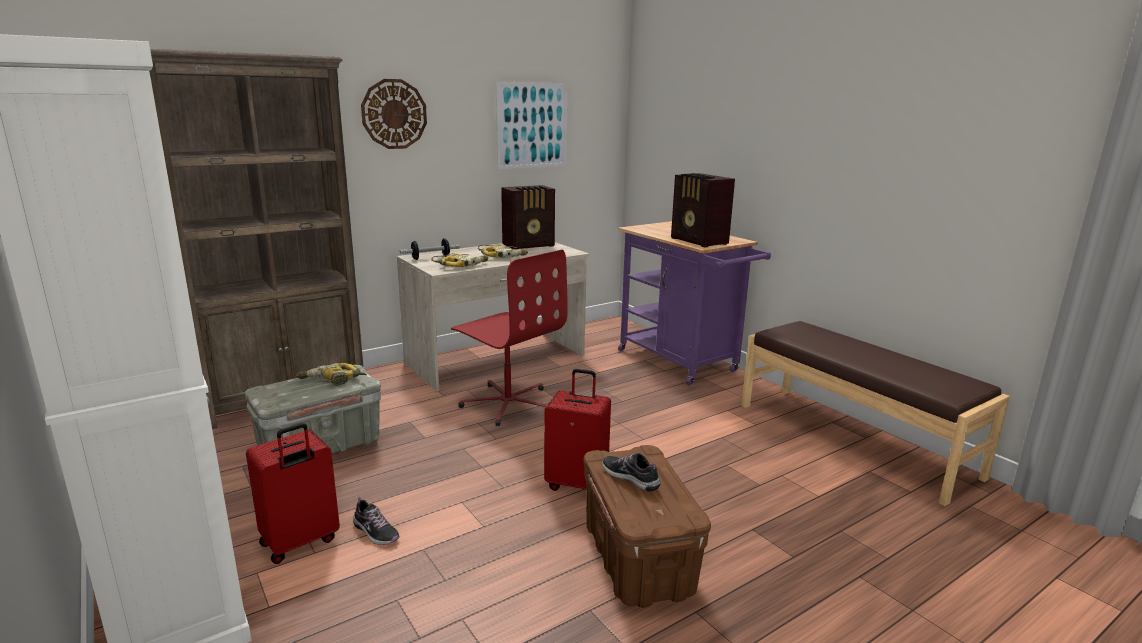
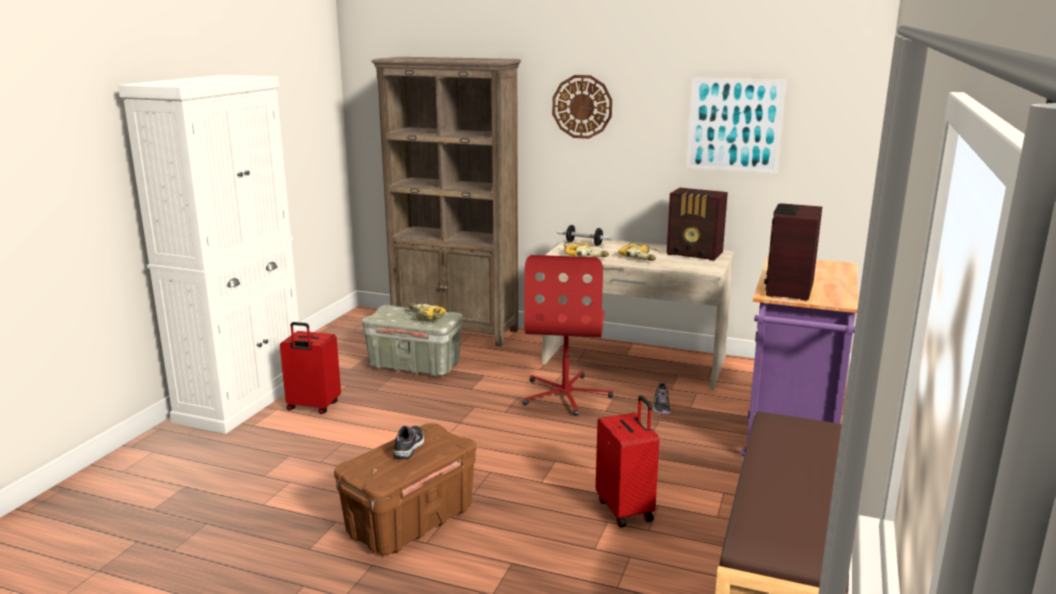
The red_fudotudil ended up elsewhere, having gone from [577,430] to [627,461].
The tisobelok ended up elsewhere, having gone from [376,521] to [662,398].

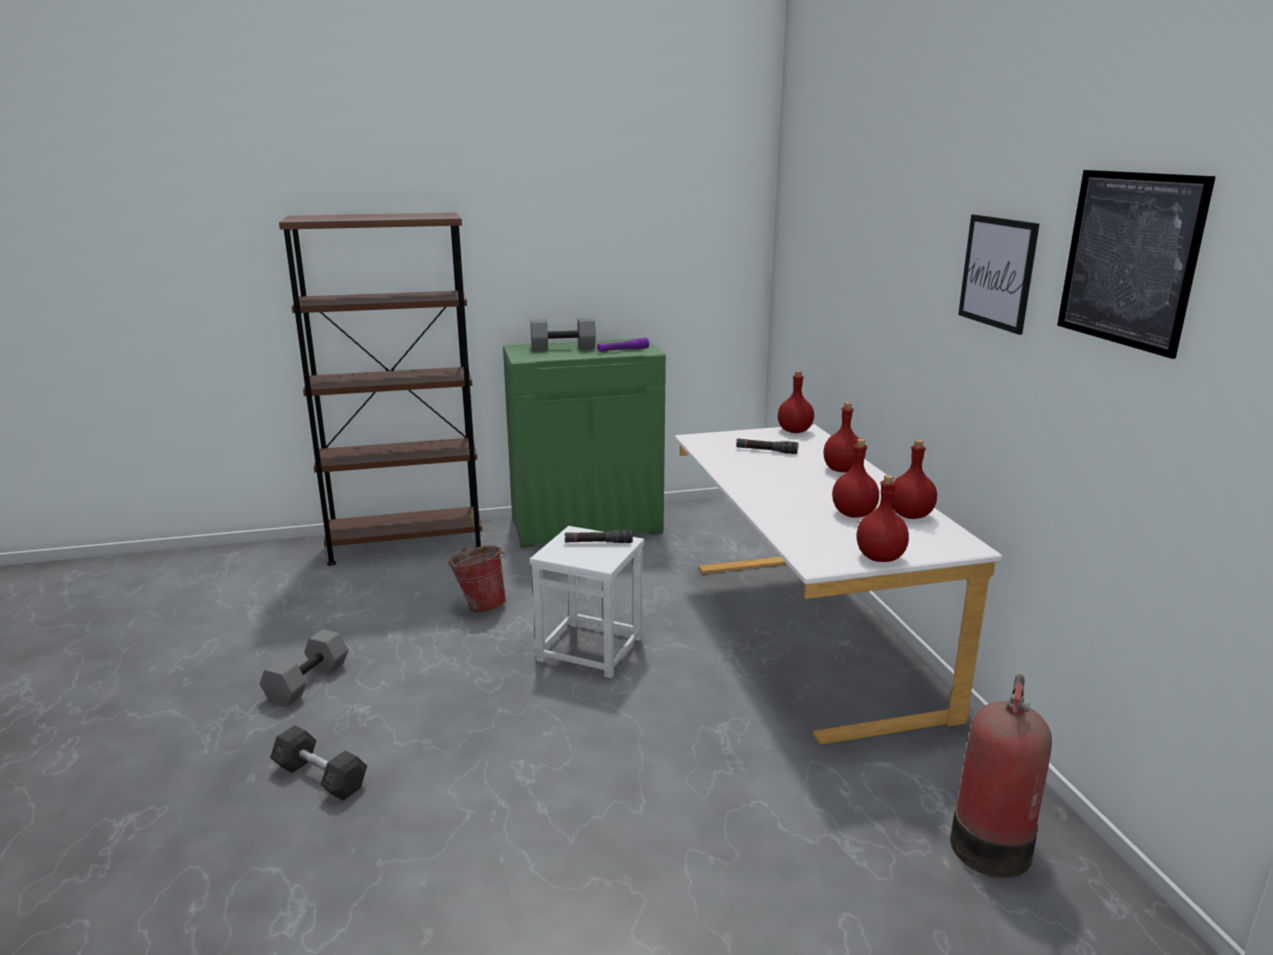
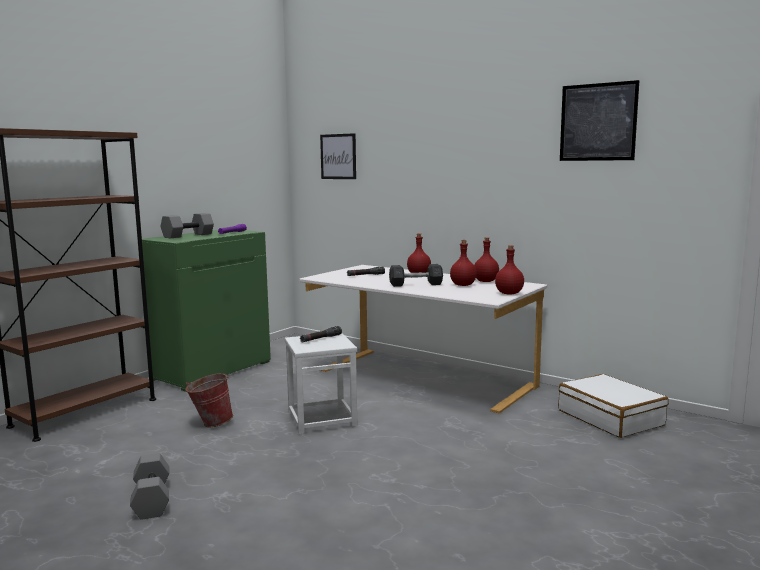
The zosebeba ended up elsewhere, having gone from [998,275] to [338,156].
The second view lost the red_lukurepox at [796,402].
Where the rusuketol stood at [1001,776], the white_fudotudil came to stand at [613,406].
The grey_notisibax ended up elsewhere, having gone from [318,763] to [416,275].

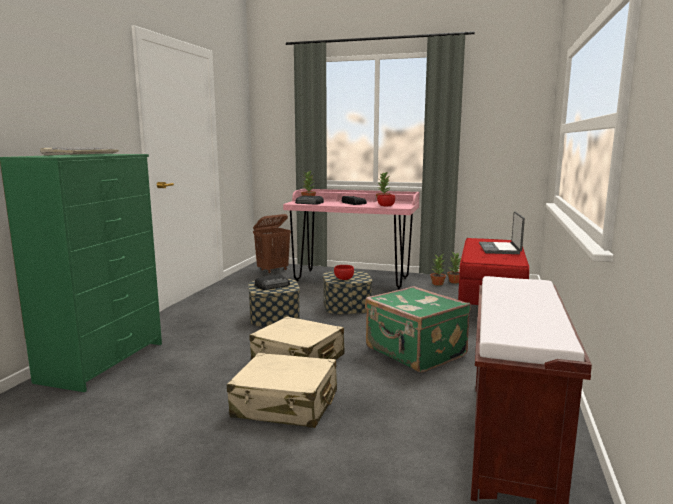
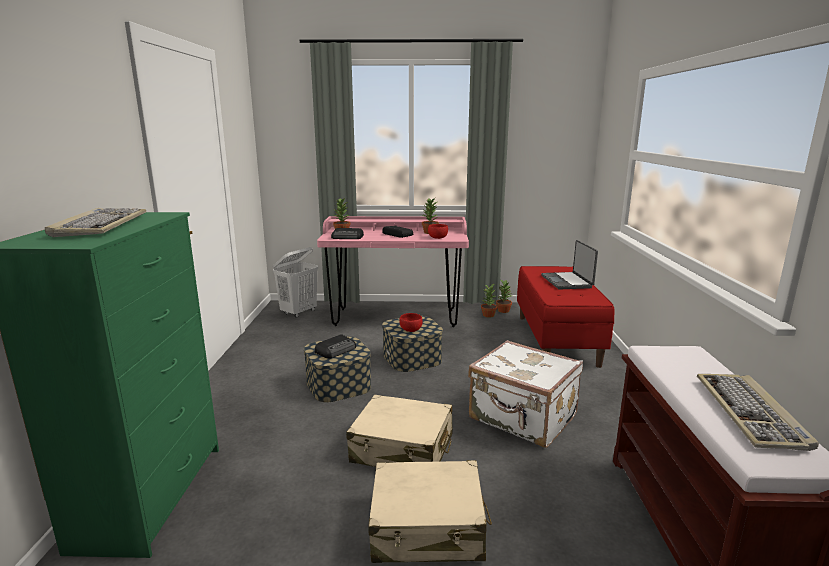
What was the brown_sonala at [272,244] turned into the white_sonala at [295,282].
What was the green_fudotudil at [418,329] turned into the white_fudotudil at [525,394].
The second view gained the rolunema at [758,412].

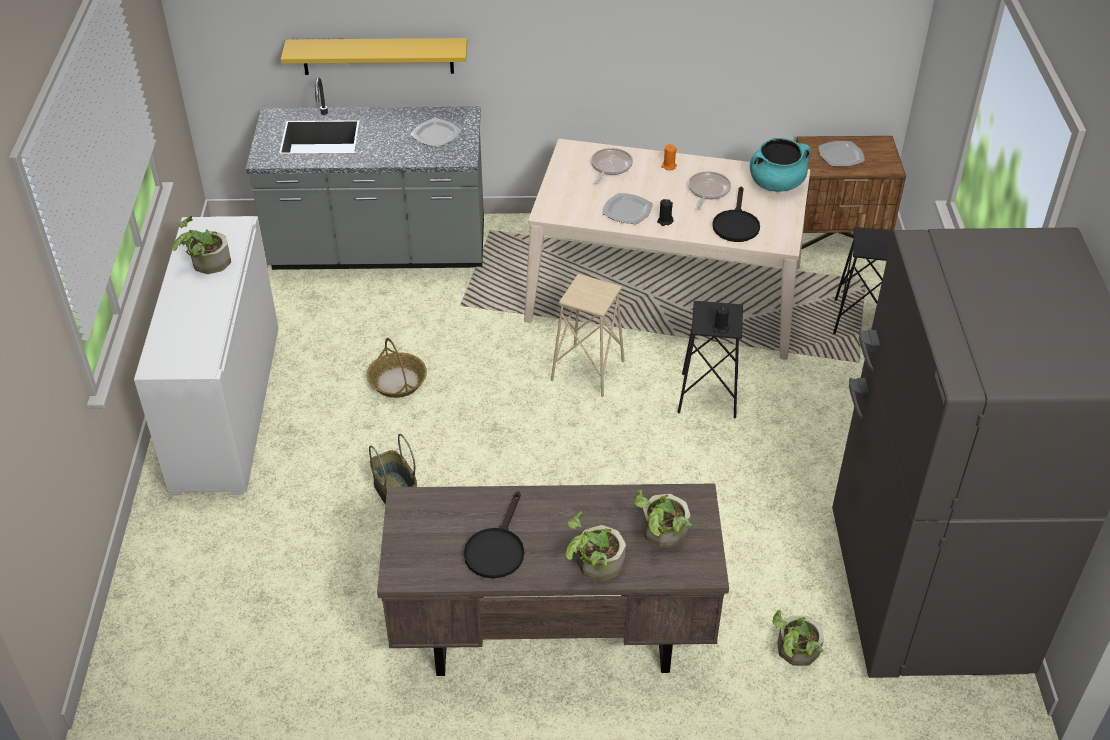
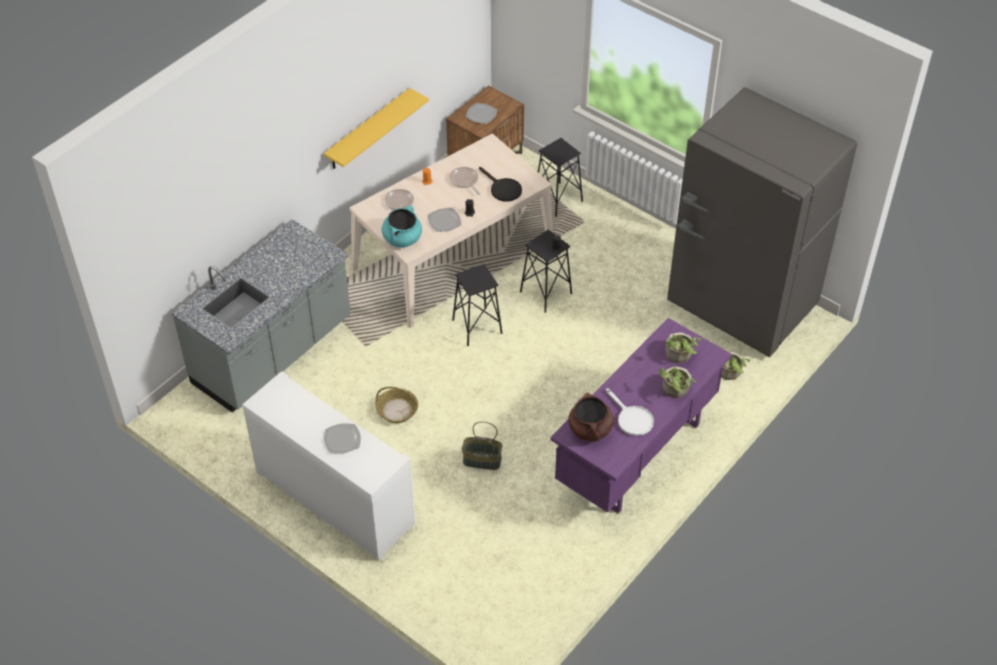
The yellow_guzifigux ended up elsewhere, having gone from [374,56] to [376,128].
The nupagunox ended up elsewhere, having gone from [436,132] to [342,438].
The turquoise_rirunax ended up elsewhere, having gone from [780,165] to [402,226].
The second view lost the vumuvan at [201,245].
What was the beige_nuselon at [587,335] turned into the black_nuselon at [477,305].
What was the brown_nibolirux at [553,579] turned into the purple_nibolirux at [641,416].
What was the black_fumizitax at [494,534] turned into the white_fumizitax at [630,412].
The second view gained the brown_rirunax at [591,417].

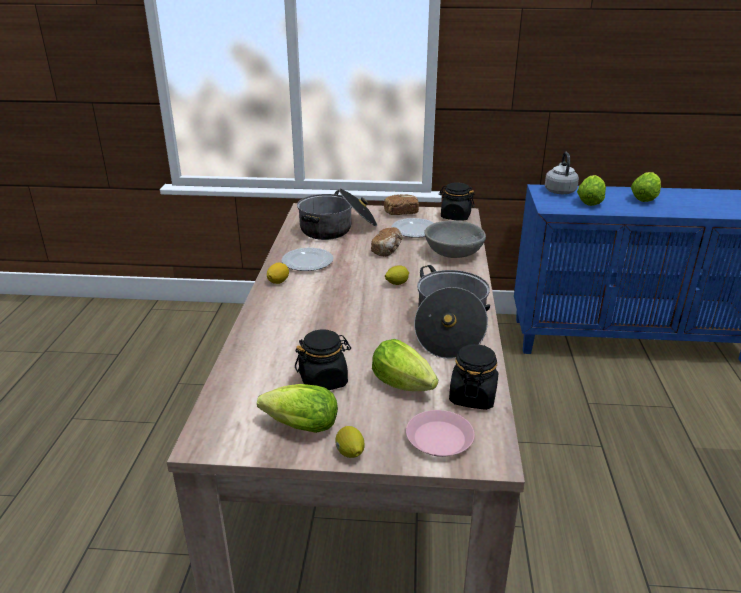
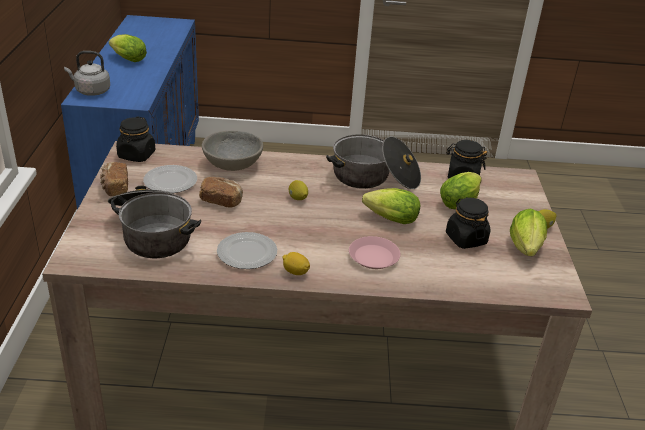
The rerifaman ended up elsewhere, having gone from [591,190] to [391,206].
The pink_nupagunox ended up elsewhere, having gone from [440,433] to [374,252].

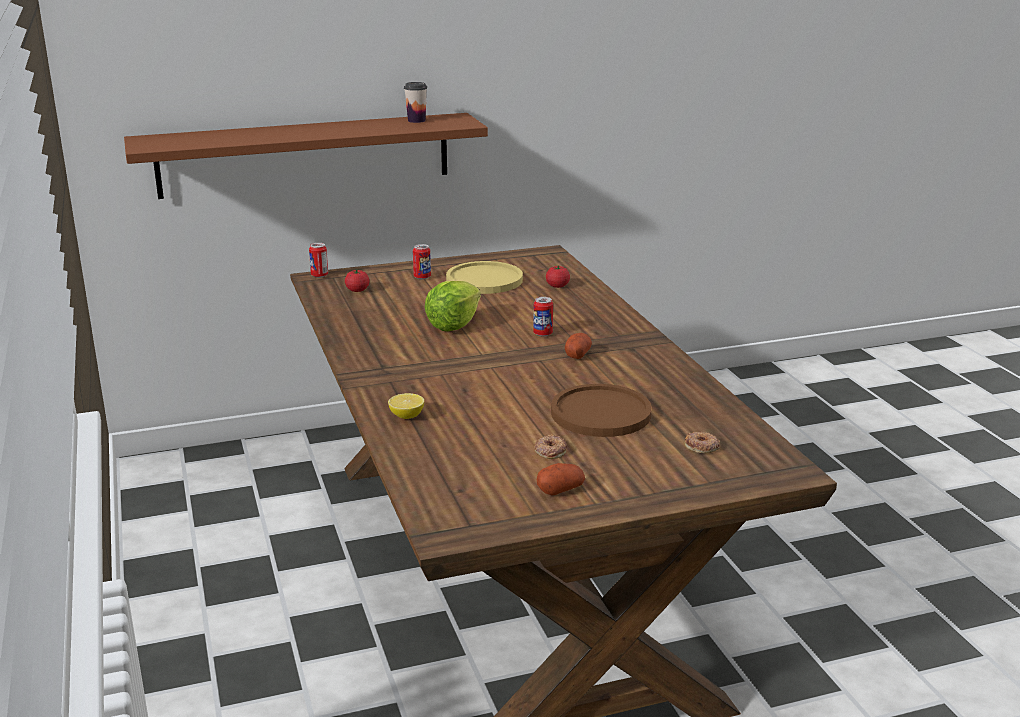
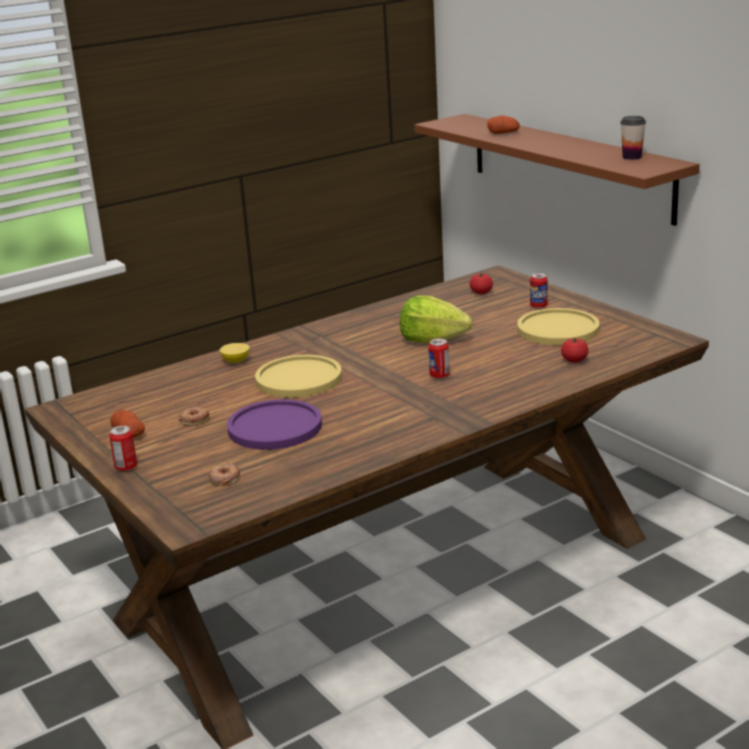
The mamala ended up elsewhere, having gone from [318,260] to [123,448].
The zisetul ended up elsewhere, having gone from [578,346] to [503,124].
What was the brown_nupagunox at [601,410] turned into the purple_nupagunox at [274,424].
The second view gained the yellow_nupagunox at [298,376].

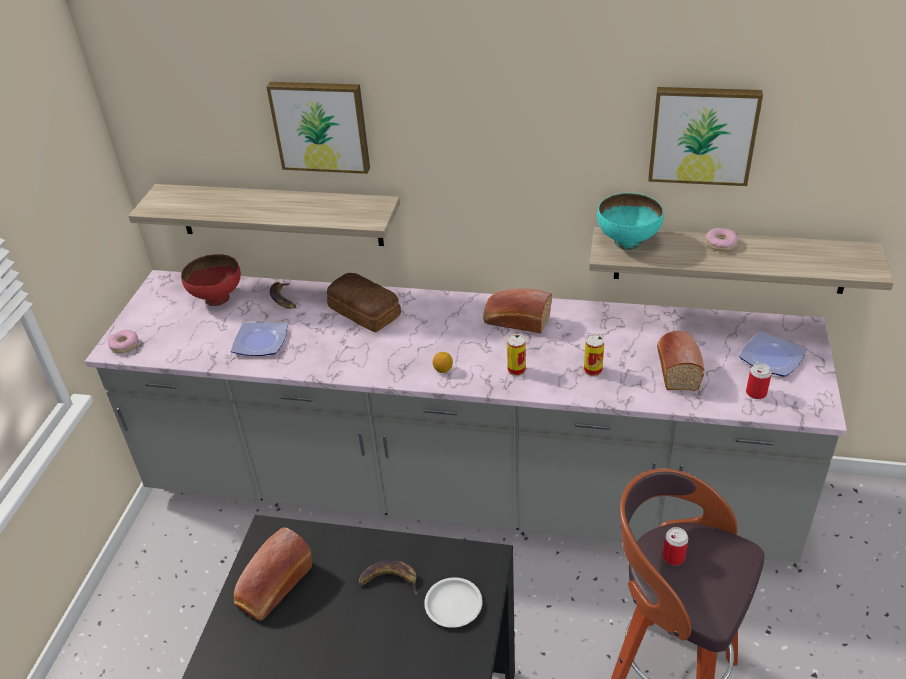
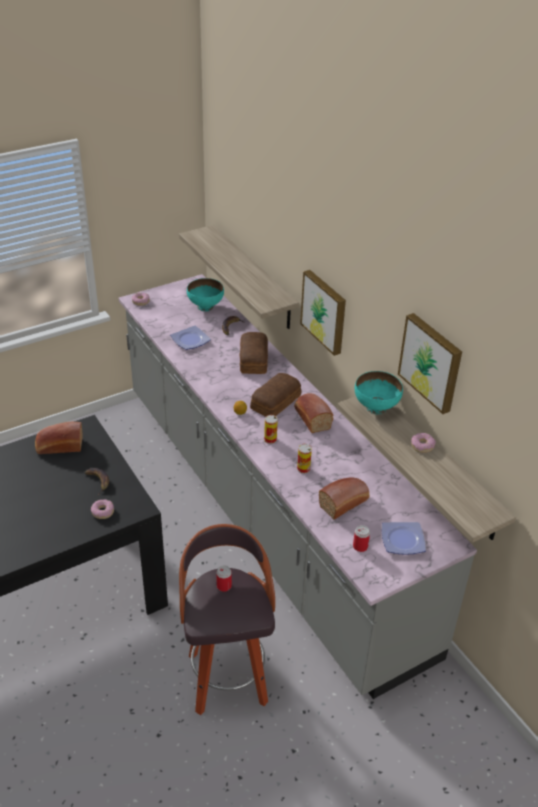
The zosebeba ended up elsewhere, having gone from [318,128] to [323,313].
What was the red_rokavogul at [211,280] turned into the turquoise_rokavogul at [205,294].
Where the white_nupagunox stood at [453,602], the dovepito came to stand at [102,509].
The second view gained the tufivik at [276,395].

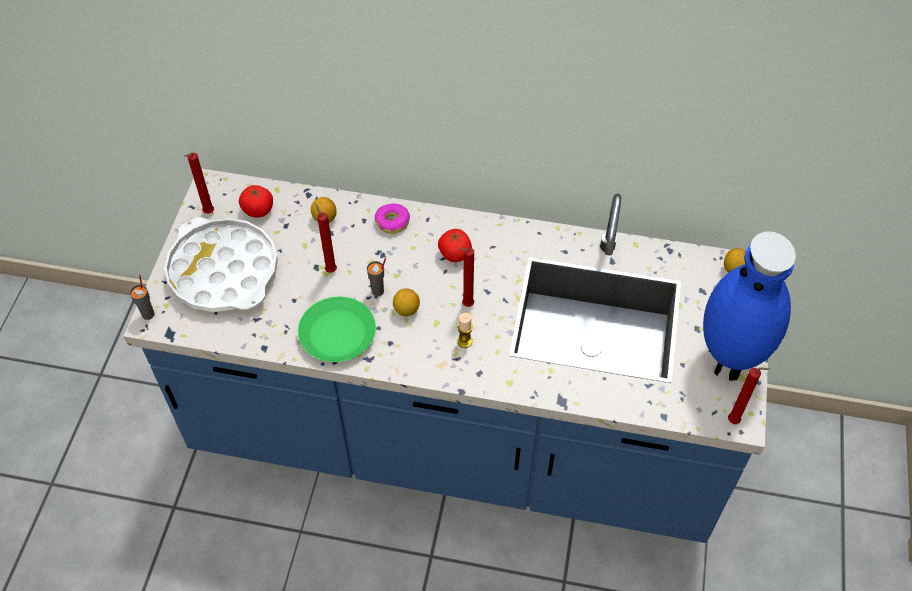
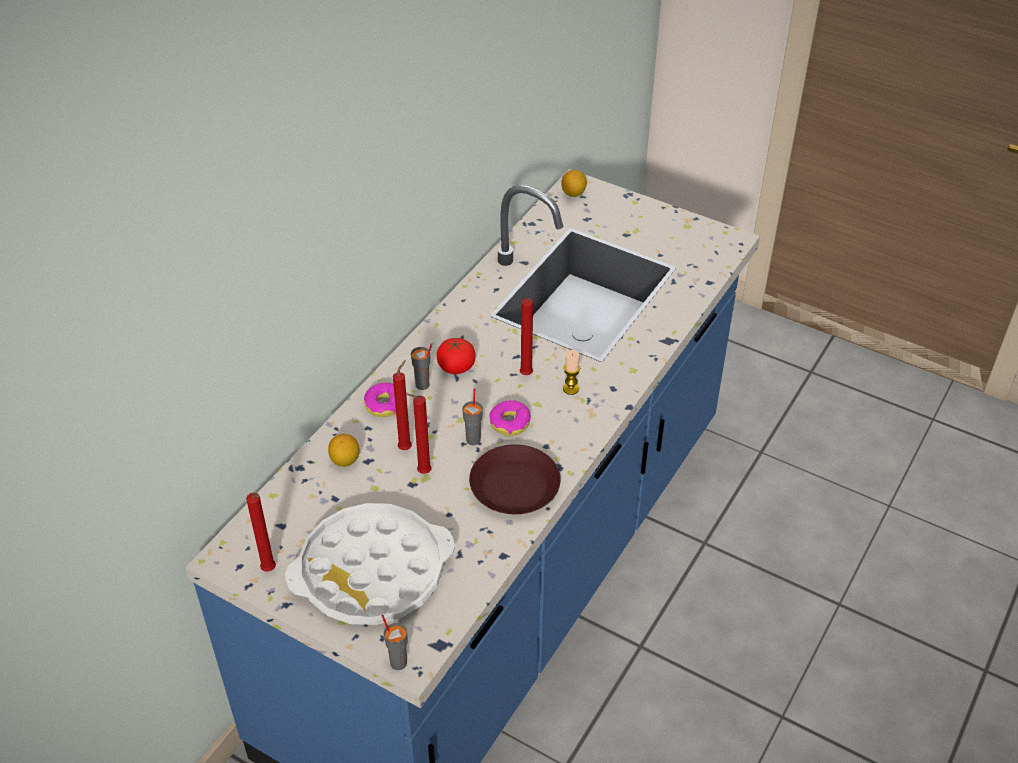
The second view lost the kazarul at [256,201].
The second view lost the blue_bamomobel at [749,306].
Where the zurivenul stood at [406,302], the dovepito came to stand at [509,417].
What was the green_nupagunox at [337,329] turned into the brown_nupagunox at [515,479].
The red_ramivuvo ended up elsewhere, having gone from [749,395] to [402,405].
The second view gained the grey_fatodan at [421,367].

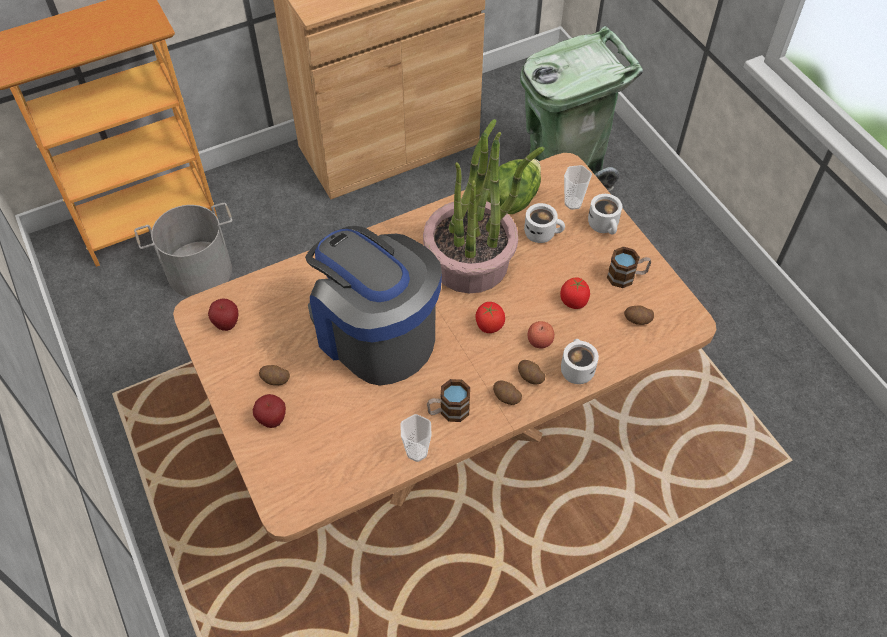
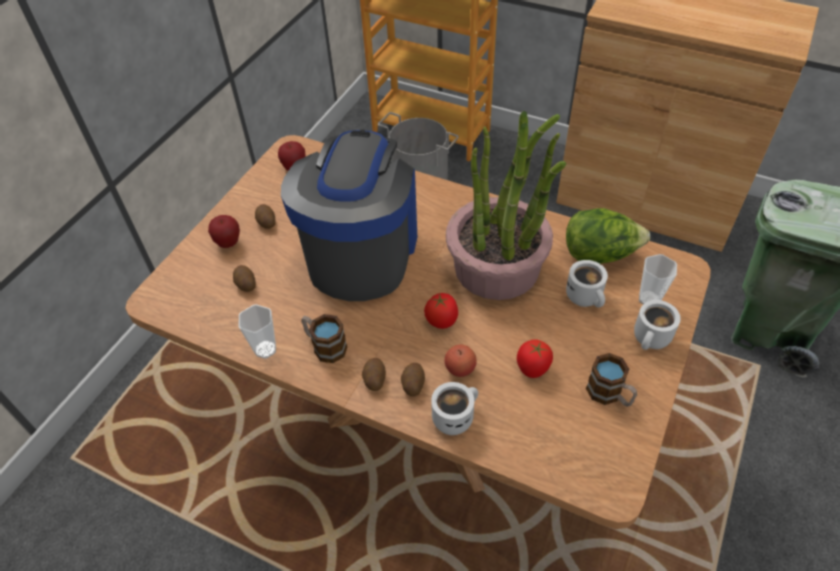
The zisetul ended up elsewhere, having gone from [639,315] to [244,278].

